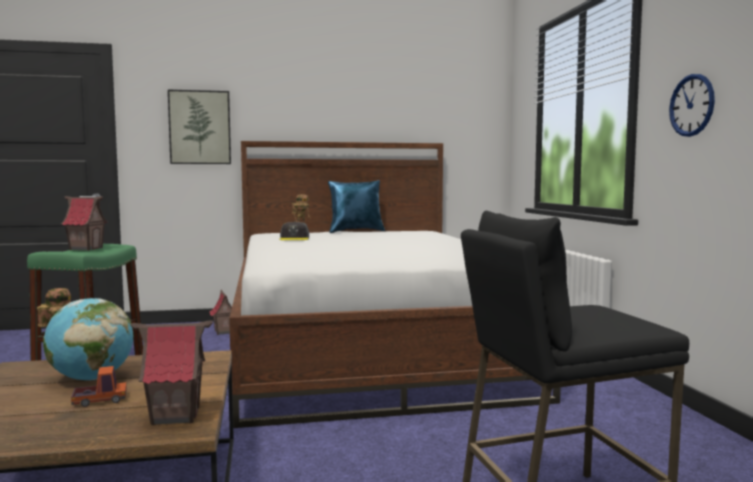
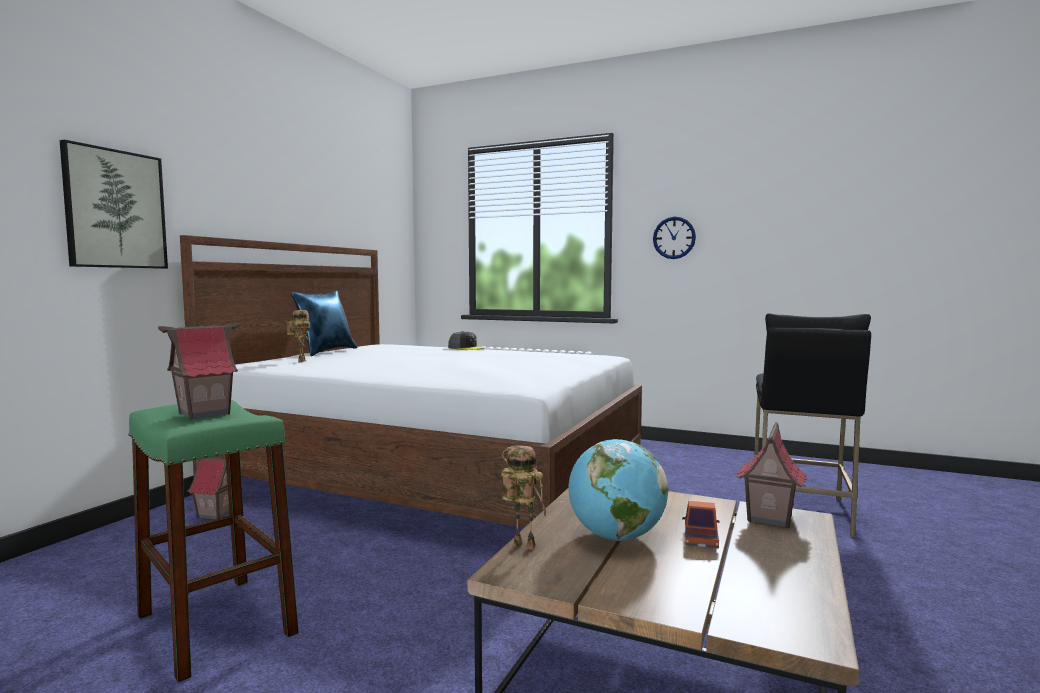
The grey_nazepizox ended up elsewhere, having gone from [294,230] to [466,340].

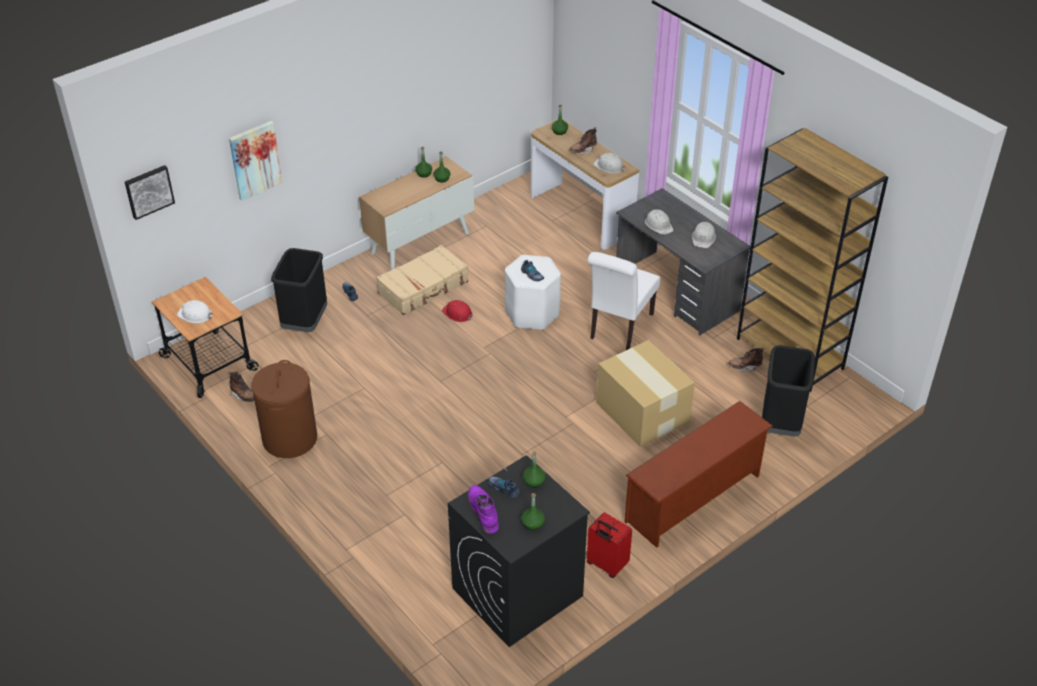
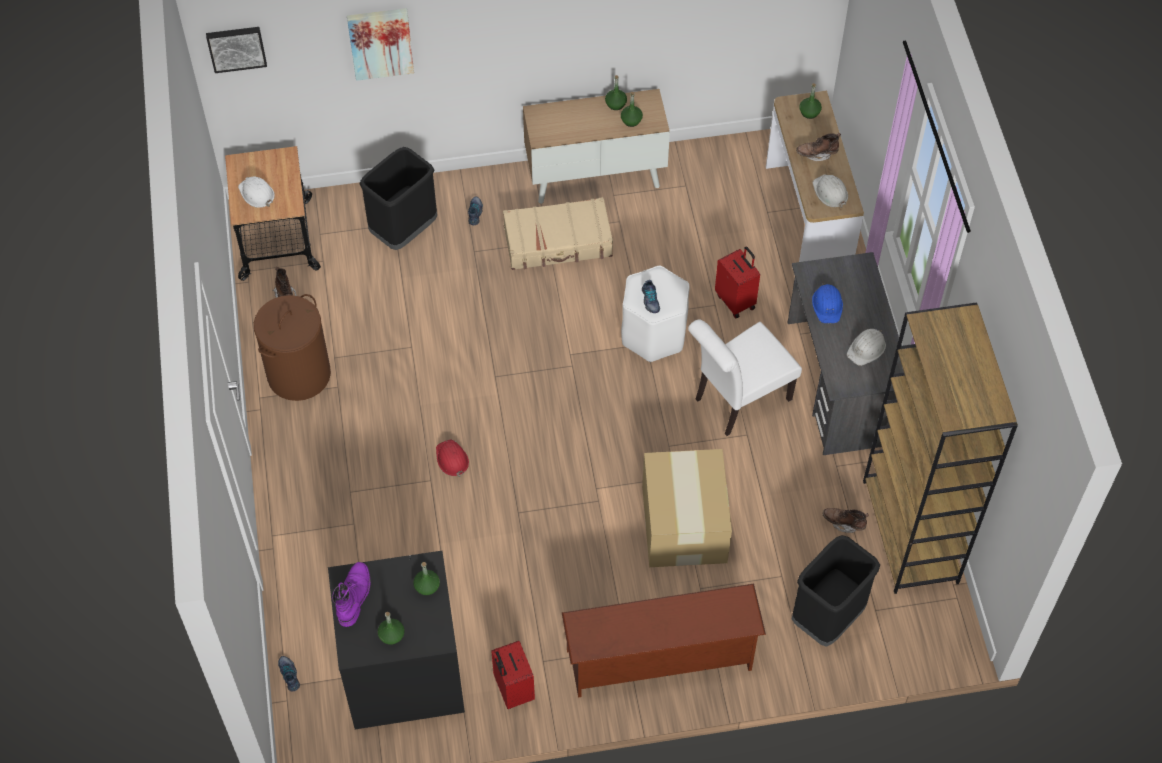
What was the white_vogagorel at [659,222] turned into the blue_vogagorel at [827,303].
The red_vogagorel ended up elsewhere, having gone from [457,311] to [452,458].
The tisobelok ended up elsewhere, having gone from [504,487] to [289,674].
The second view gained the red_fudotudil at [737,282].

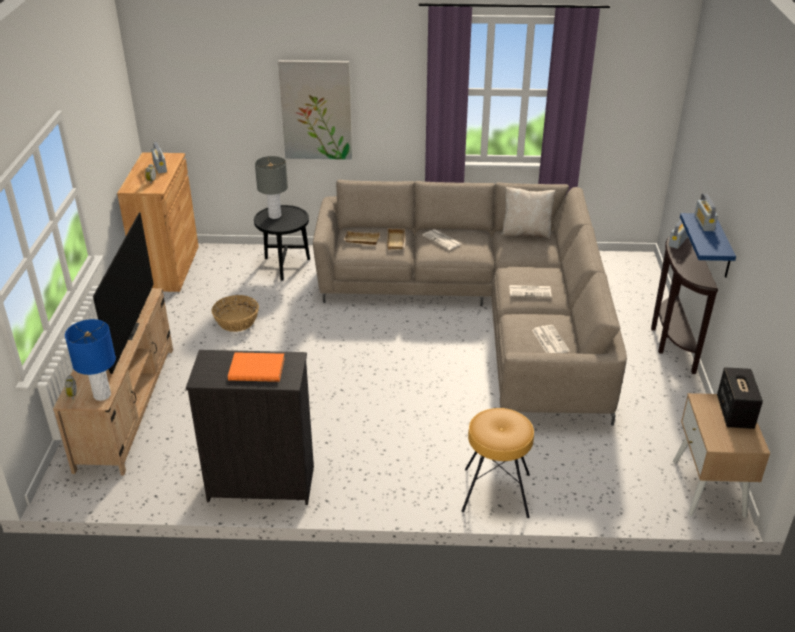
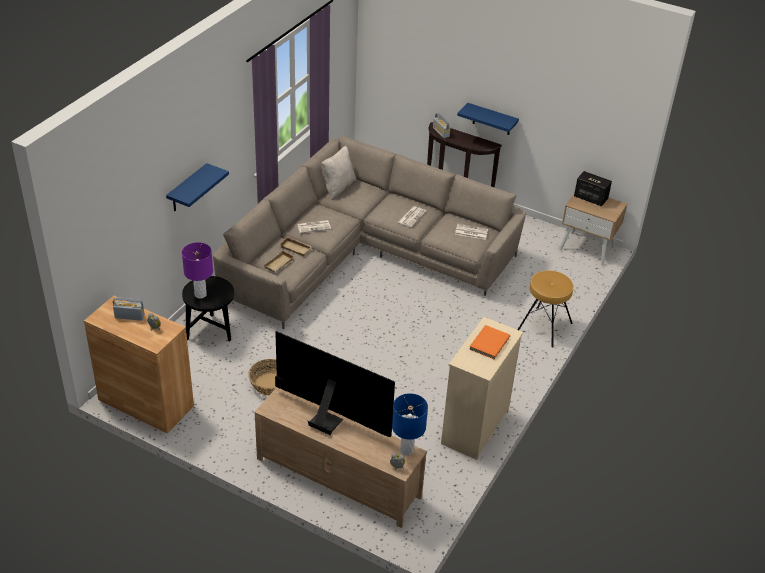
Where the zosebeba hung at [315,110], the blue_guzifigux came to hang at [197,187].
What was the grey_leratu at [271,187] turned into the purple_leratu at [197,270].
The second view lost the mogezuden at [706,212].
What was the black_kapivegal at [250,427] turned into the beige_kapivegal at [482,388].

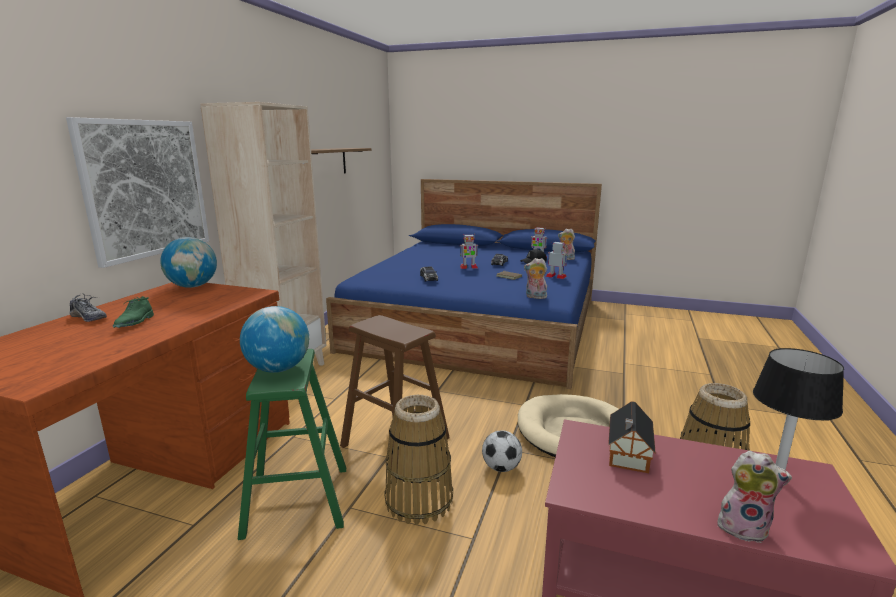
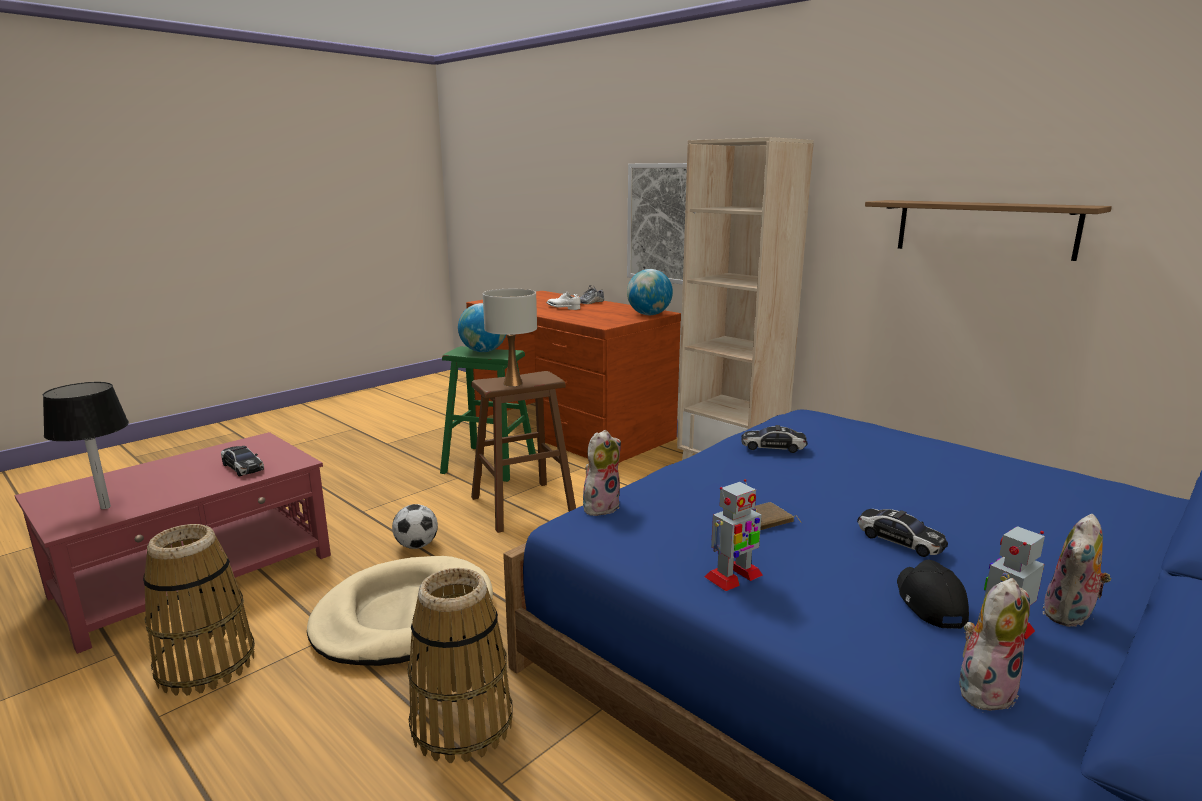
The second view lost the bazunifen at [469,251].
What was the green_tisobelok at [133,312] turned into the white_tisobelok at [563,301].
The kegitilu ended up elsewhere, having gone from [418,460] to [460,665].
Where the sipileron stood at [632,437], the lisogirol came to stand at [242,461].
The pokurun ended up elsewhere, having gone from [754,496] to [1077,571].
The second view gained the white_leratu at [510,337].

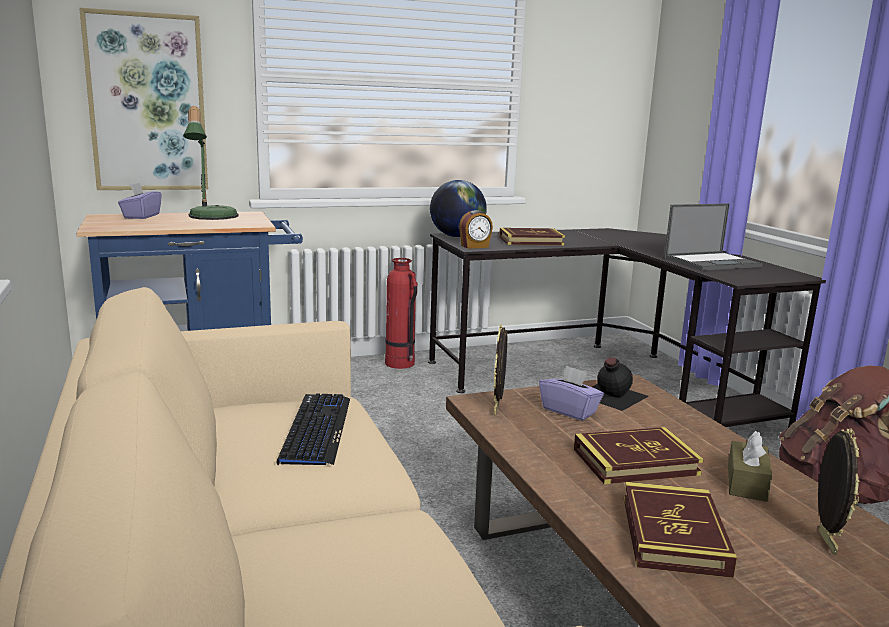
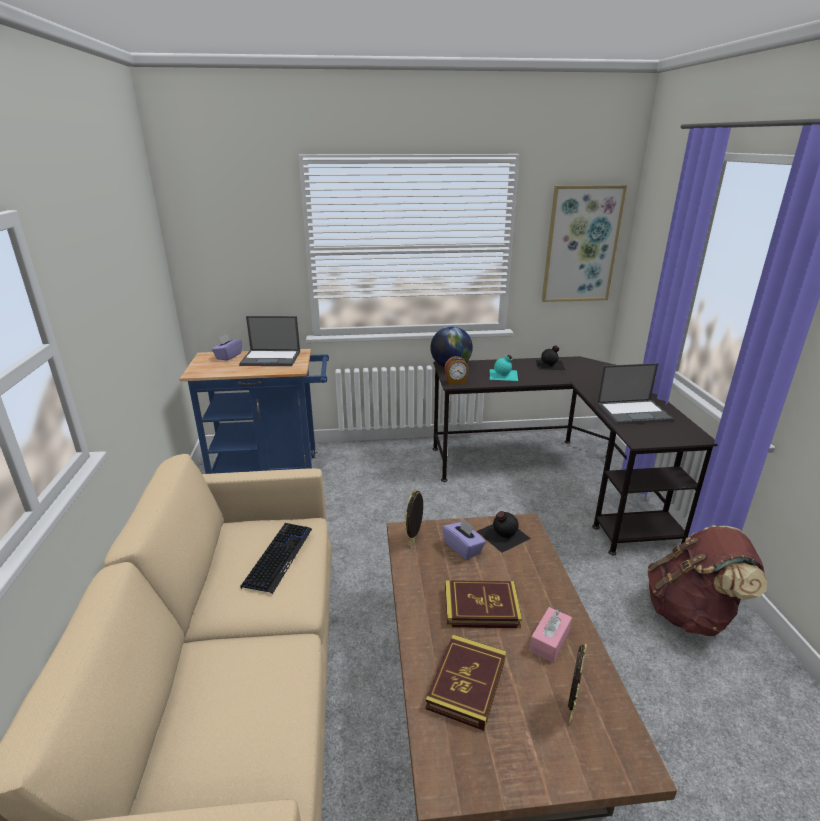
The zosebeba ended up elsewhere, having gone from [143,99] to [584,243].
Where the leratu stood at [211,163], the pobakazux came to stand at [269,341].
Where the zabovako stood at [532,236], the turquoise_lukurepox came to stand at [504,368].
The second view lost the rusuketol at [401,313].
What was the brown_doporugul at [750,466] turned into the pink_doporugul at [550,635].
The second view gained the black_lukurepox at [550,357].

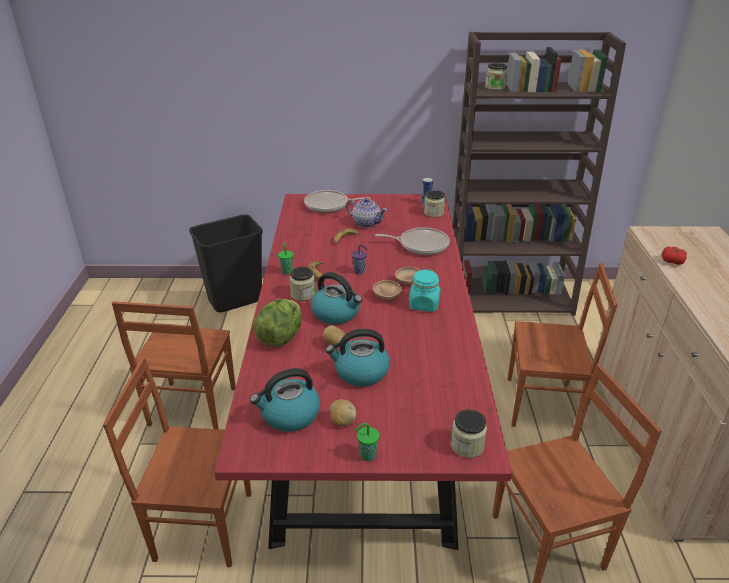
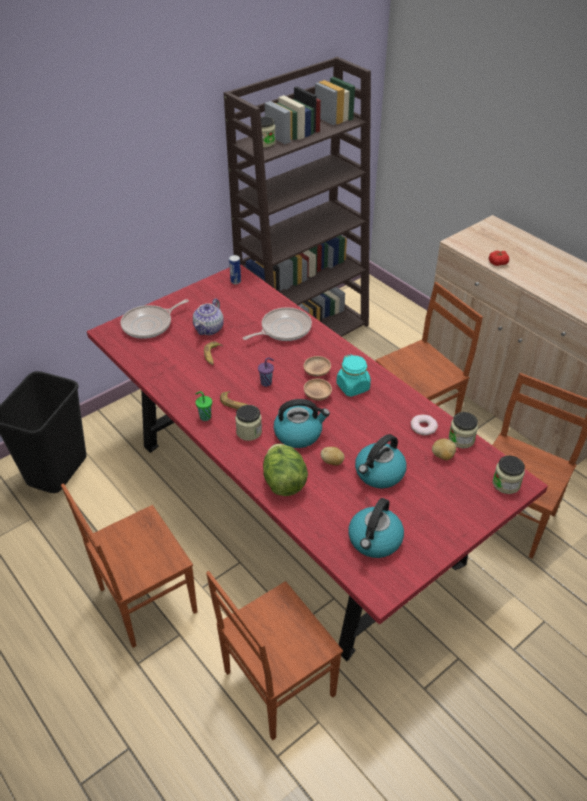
The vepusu ended up elsewhere, having gone from [434,203] to [463,430].
The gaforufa at [366,213] ended up facing another way, 120 degrees clockwise from before.
The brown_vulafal at [174,365] ended up facing another way, 90 degrees clockwise from before.
The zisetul ended up elsewhere, having gone from [342,412] to [444,449].
The second view lost the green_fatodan at [367,442].
The second view gained the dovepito at [424,424].

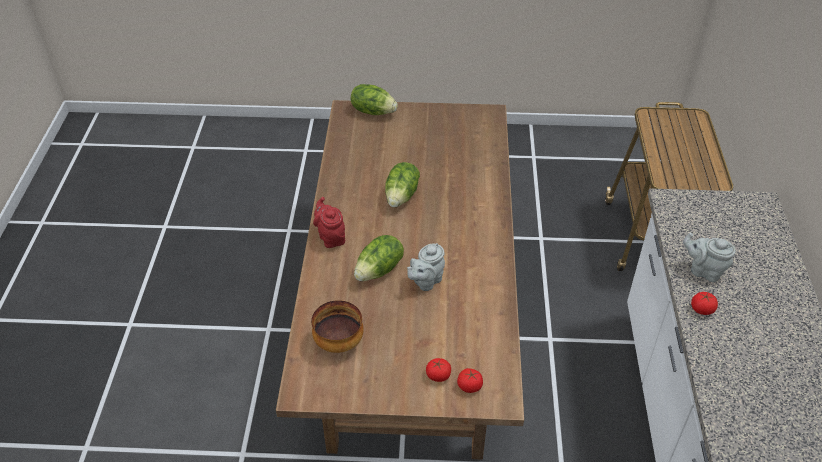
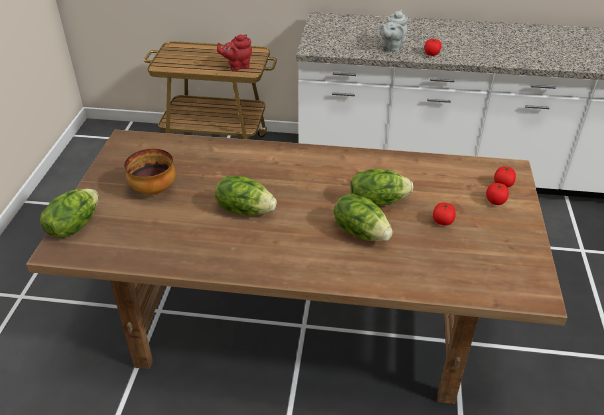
The red_gaforufa ended up elsewhere, having gone from [329,222] to [234,52].
Where the grey_gaforufa stood at [426,267], the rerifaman came to stand at [381,187].
The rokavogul ended up elsewhere, having gone from [337,326] to [150,172].
The second view gained the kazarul at [444,214].

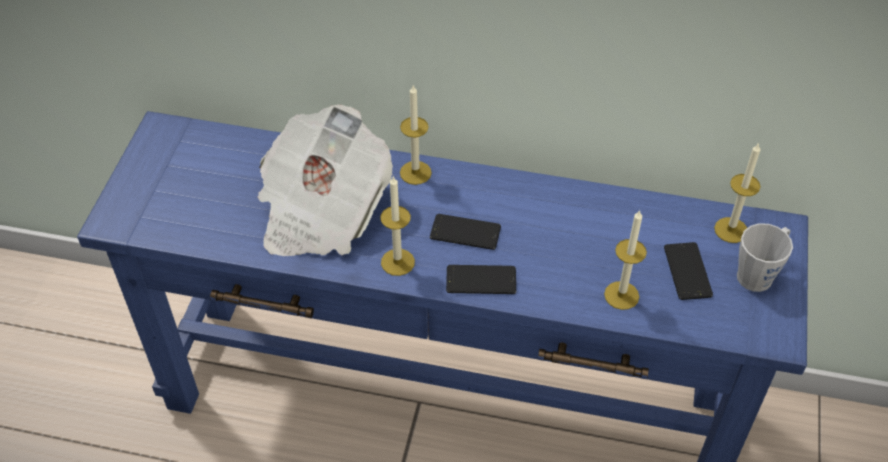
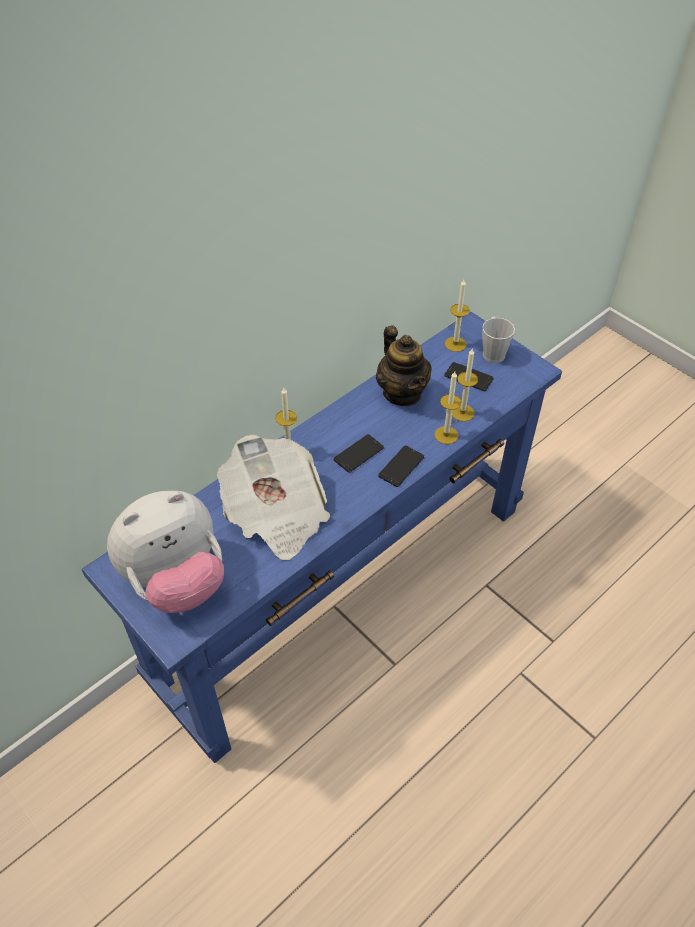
The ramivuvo ended up elsewhere, having gone from [397,225] to [447,407].
The second view gained the gaforufa at [404,366].
The second view gained the pokurun at [165,552].

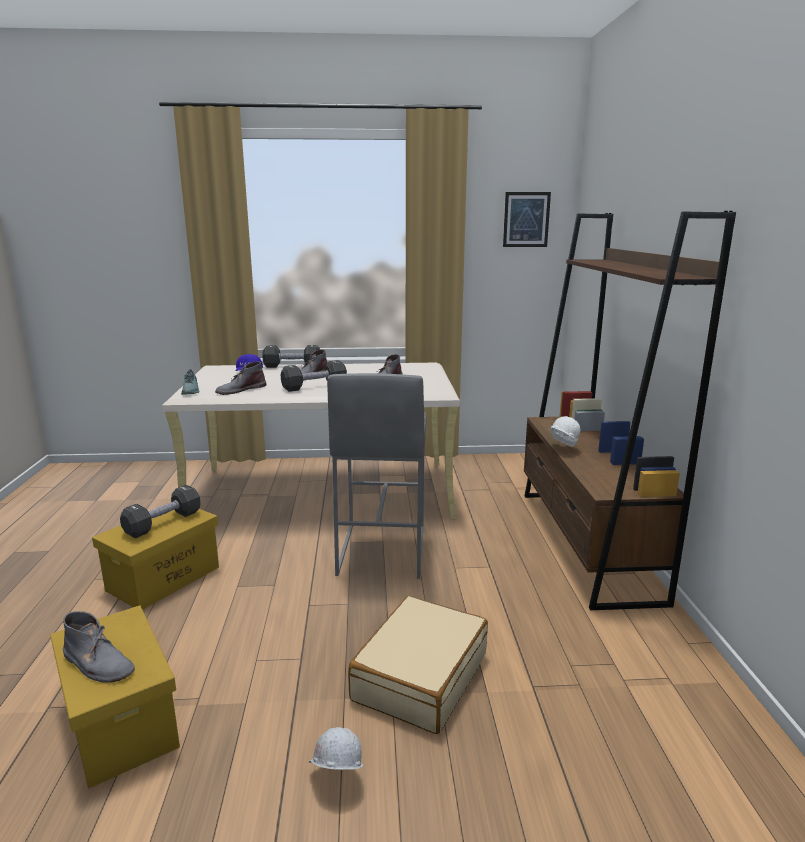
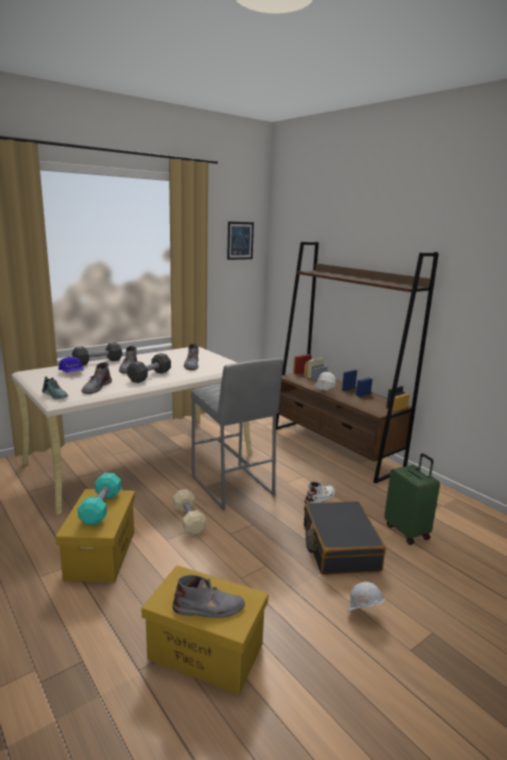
What was the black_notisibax at [160,511] turned into the turquoise_notisibax at [99,499].
What was the beige_fudotudil at [418,665] turned into the black_fudotudil at [345,538].
The second view gained the green_fudotudil at [412,499].
The second view gained the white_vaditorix at [320,492].
The second view gained the beige_notisibax at [189,512].

